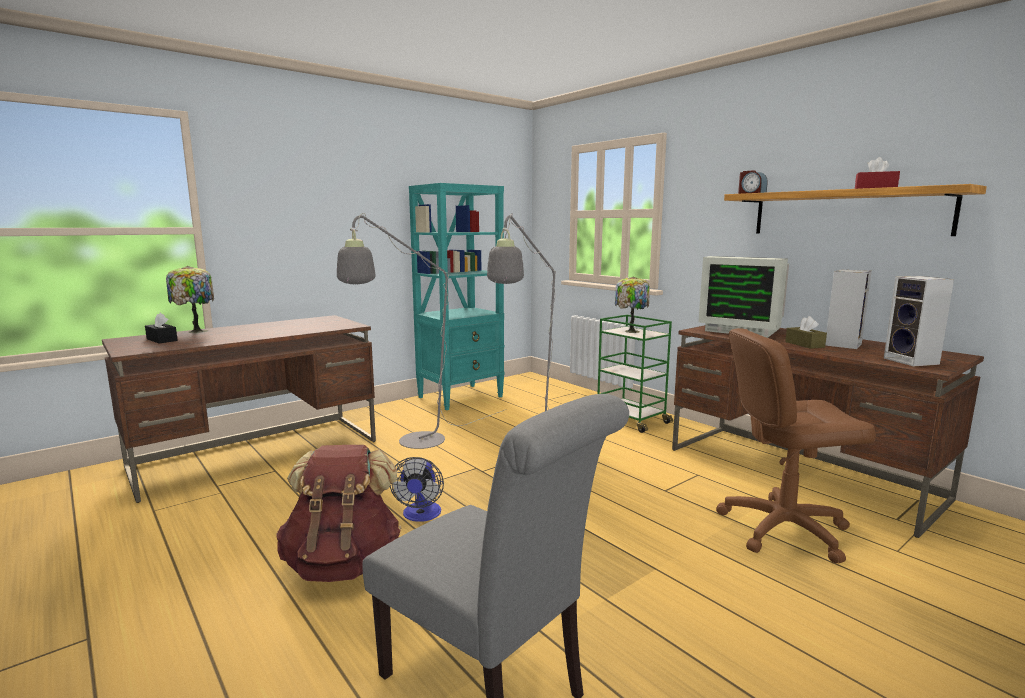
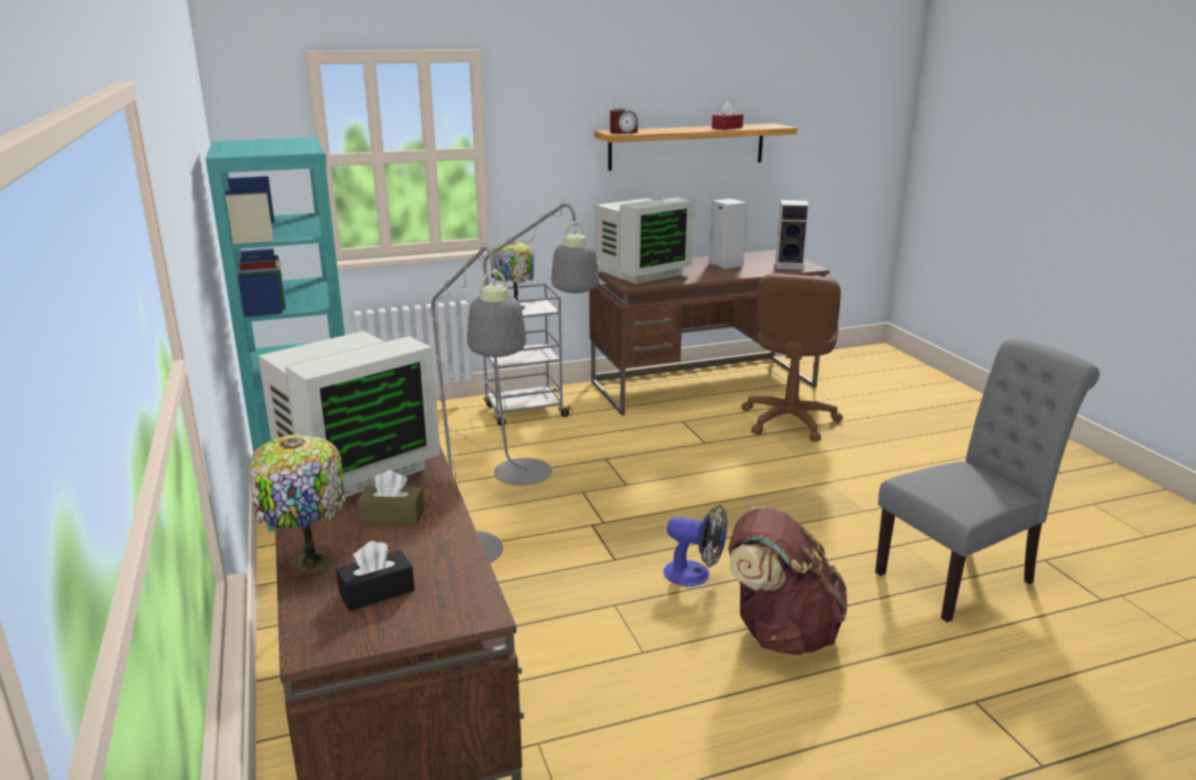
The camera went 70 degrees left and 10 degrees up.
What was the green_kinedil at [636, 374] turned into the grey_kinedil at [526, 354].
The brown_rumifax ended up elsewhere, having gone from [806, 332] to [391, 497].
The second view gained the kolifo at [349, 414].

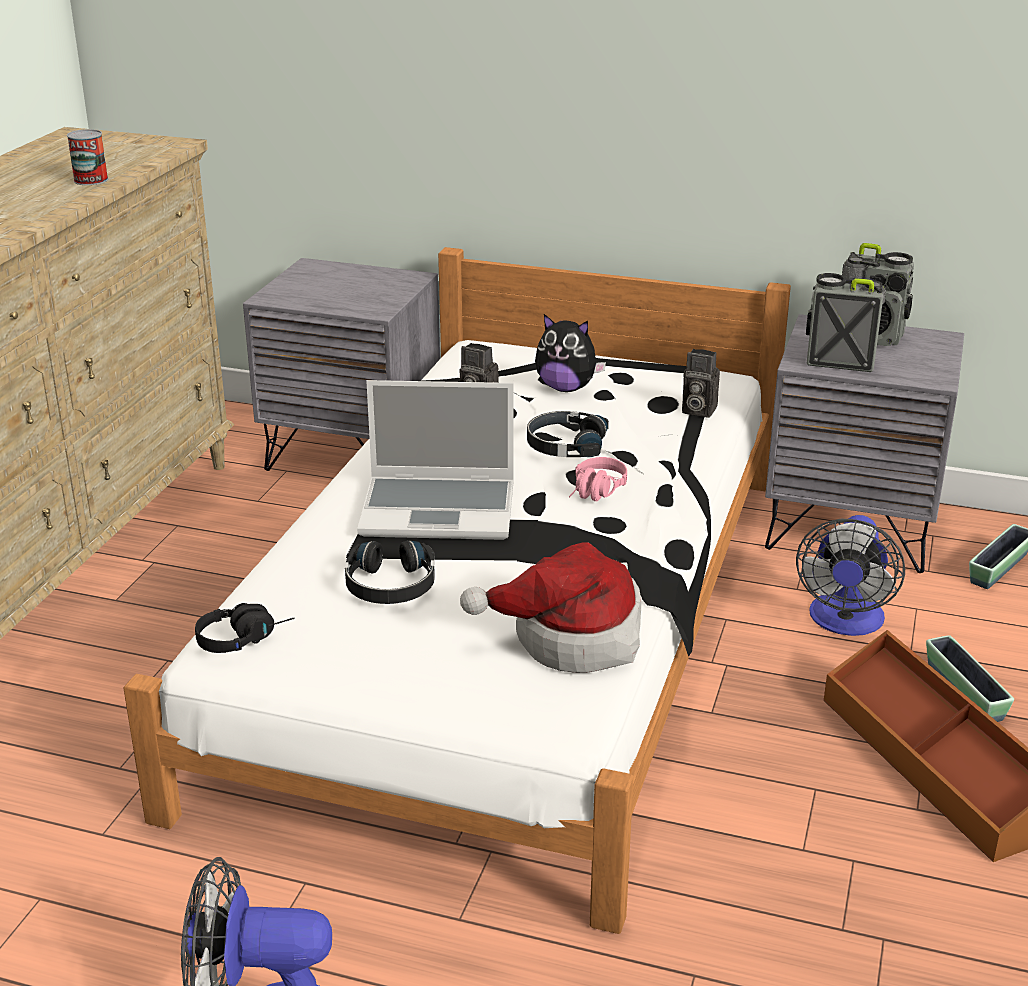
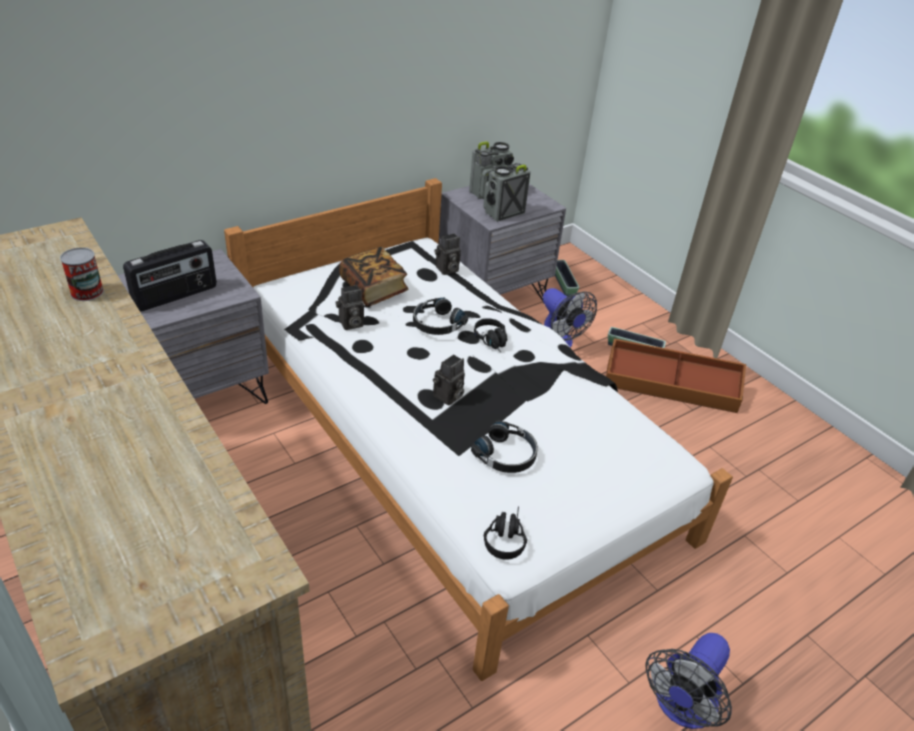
The camera went 55 degrees left and 10 degrees up.
Where the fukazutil stood at [570, 353], the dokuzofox came to stand at [373, 276].
Where the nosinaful stood at [435, 460], the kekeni came to stand at [449, 380].
What was the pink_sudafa at [598, 479] turned into the black_sudafa at [490, 335].
The second view lost the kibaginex at [550, 608].
The second view gained the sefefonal at [170, 275].

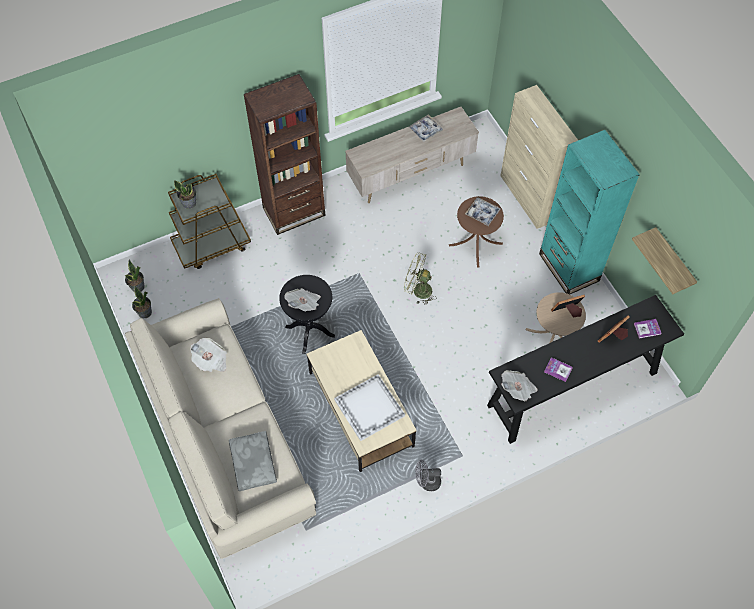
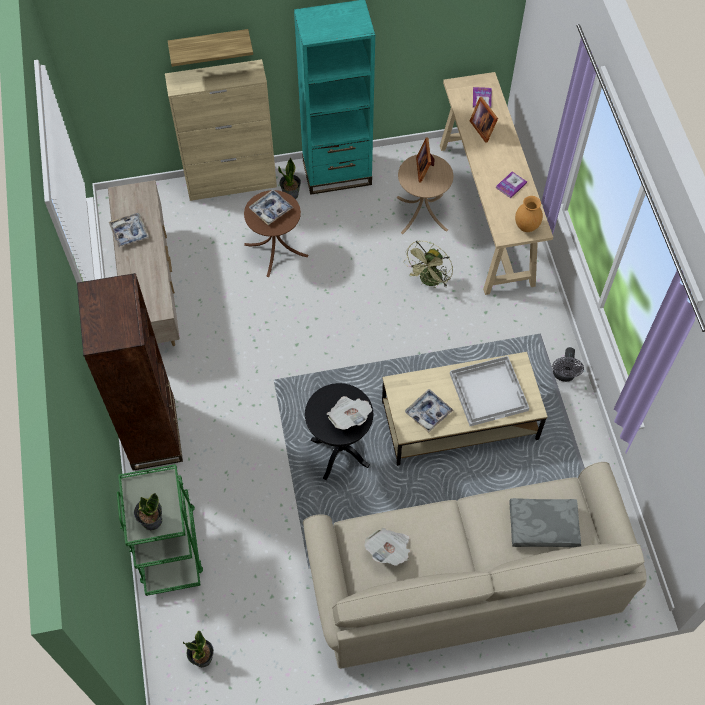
The camera went 75 degrees left and 0 degrees up.
What was the brown_kinedil at [209, 221] turned into the green_kinedil at [160, 530].
The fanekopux ended up elsewhere, having gone from [664, 260] to [210, 48].
The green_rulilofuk ended up elsewhere, having gone from [419, 278] to [428, 264].
The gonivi ended up elsewhere, having gone from [142, 301] to [289, 178].
What was the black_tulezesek at [585, 369] turned into the beige_tulezesek at [496, 183].
Where the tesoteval stood at [519, 386], the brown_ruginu came to stand at [529, 214].
The second view gained the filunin at [429, 411].

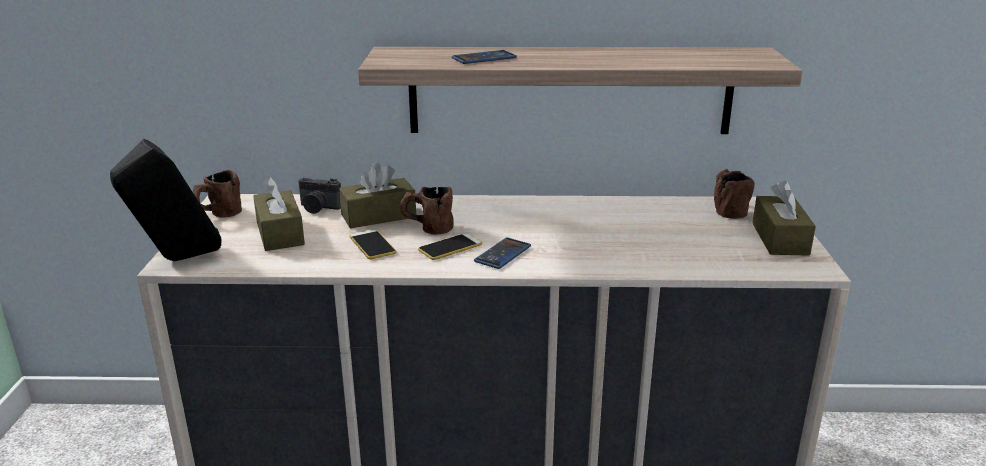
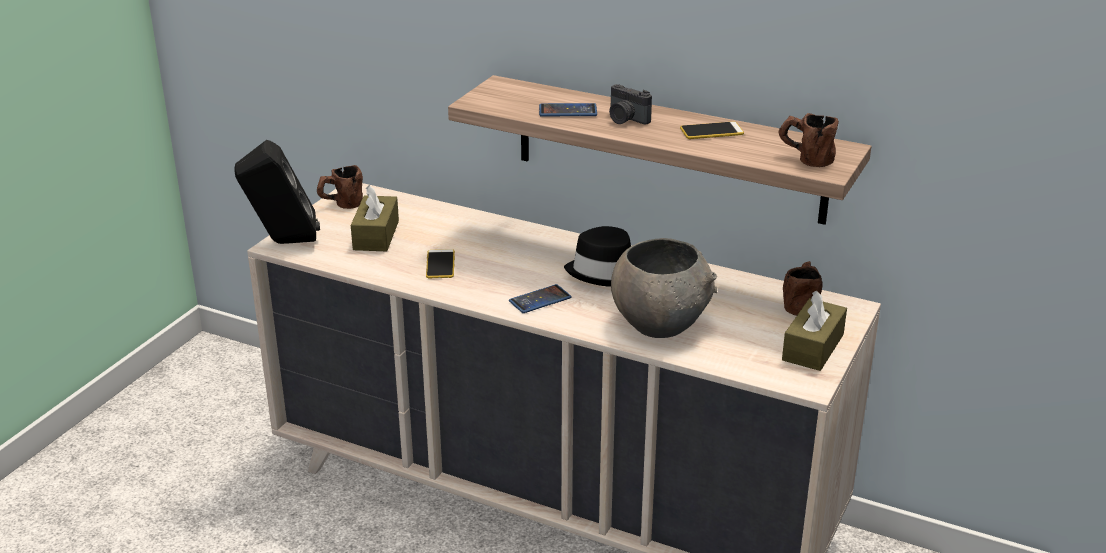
The camera went 25 degrees right and 5 degrees up.
The second view lost the brown_rumifax at [377, 195].
The kekeni ended up elsewhere, having gone from [319, 196] to [630, 104].
The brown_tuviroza ended up elsewhere, having gone from [426, 211] to [809, 140].
The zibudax ended up elsewhere, having gone from [450, 246] to [712, 130].
The second view gained the black_kibaginex at [597, 256].
The second view gained the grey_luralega at [664, 288].

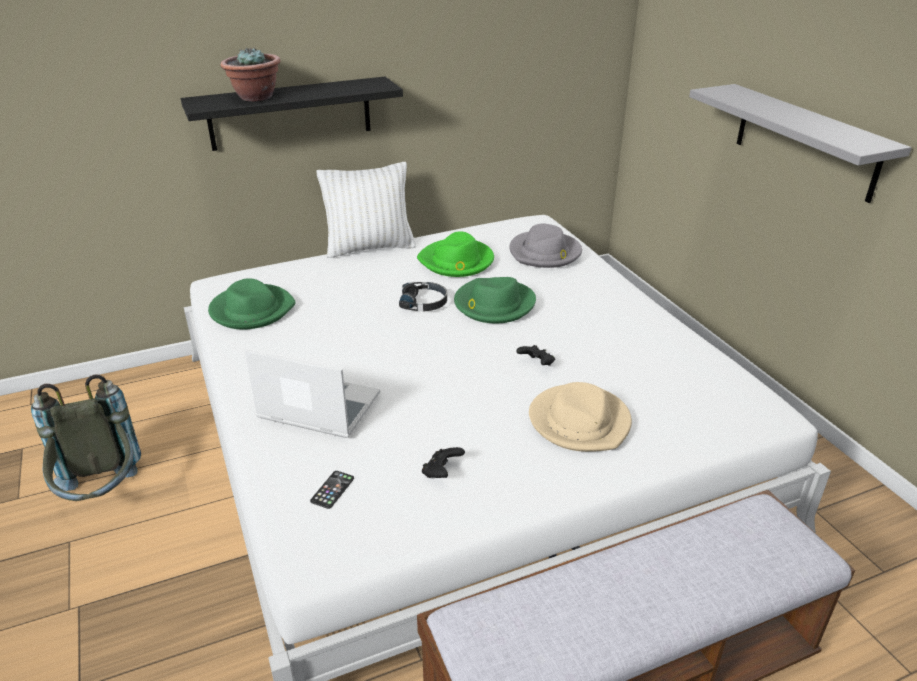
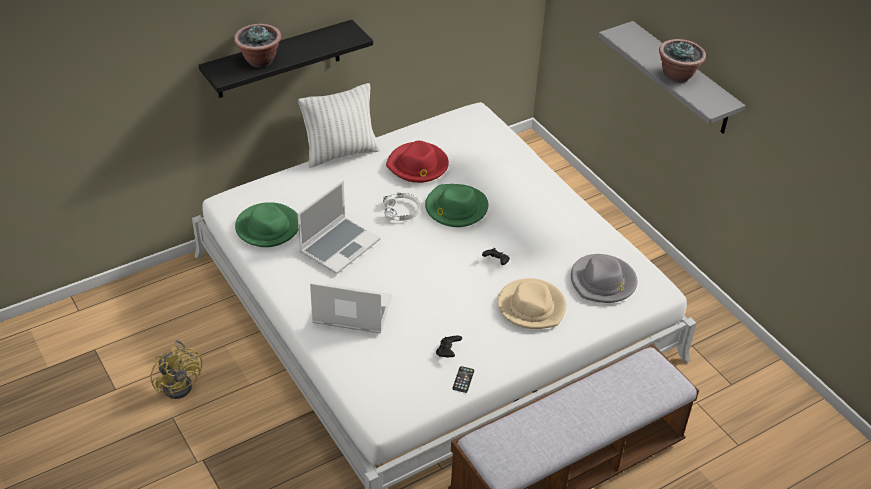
The camera went 10 degrees left and 10 degrees up.
The grey_kibaginex ended up elsewhere, having gone from [545, 245] to [604, 278].
What was the green_kibaginex at [455, 254] turned into the red_kibaginex at [417, 162].
What was the black_sudafa at [423, 296] turned into the white_sudafa at [401, 207].
Where the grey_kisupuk stood at [86, 437], the yellow_rulilofuk came to stand at [176, 369].
The zibudax ended up elsewhere, having gone from [332, 490] to [463, 379].
The second view gained the gonivi at [682, 61].
The second view gained the nosinaful at [338, 227].

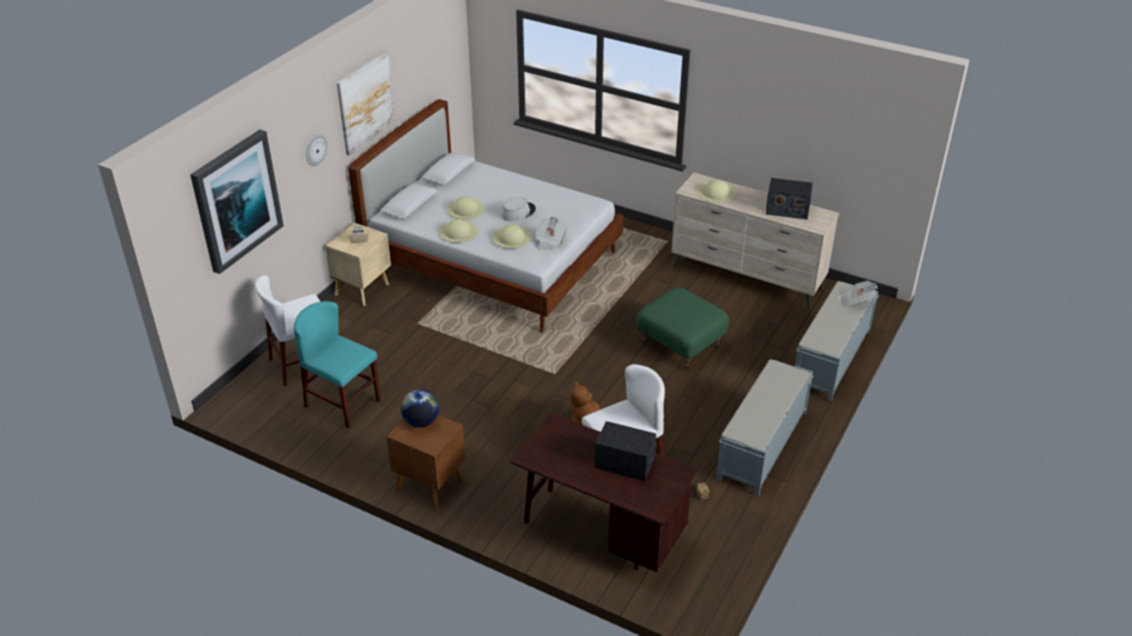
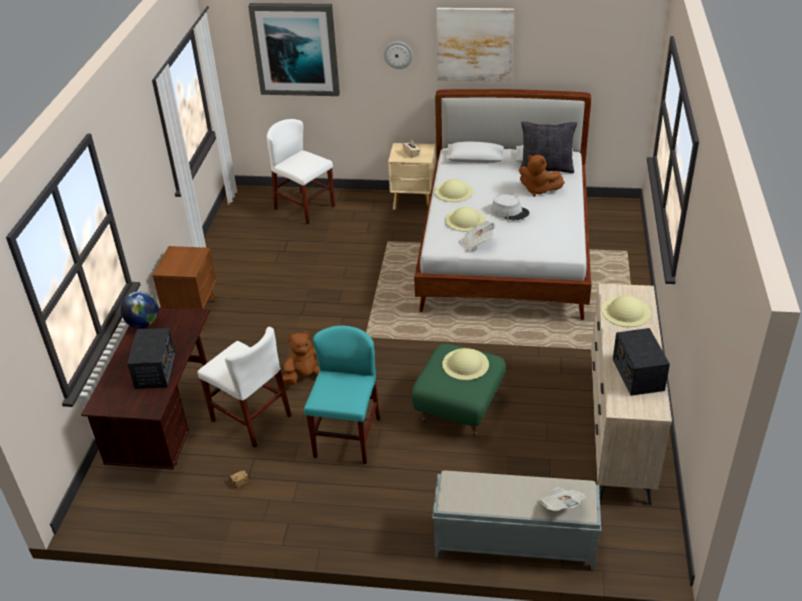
The camera went 70 degrees right and 0 degrees up.
The beige_kibaginex ended up elsewhere, having gone from [466, 207] to [465, 364].
The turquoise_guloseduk ended up elsewhere, having gone from [337, 365] to [342, 394].
The second view lost the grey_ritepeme at [765, 427].
The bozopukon ended up elsewhere, having gone from [420, 408] to [140, 309].
The second view gained the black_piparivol at [548, 147].
The second view gained the brown_fukazutil at [542, 176].

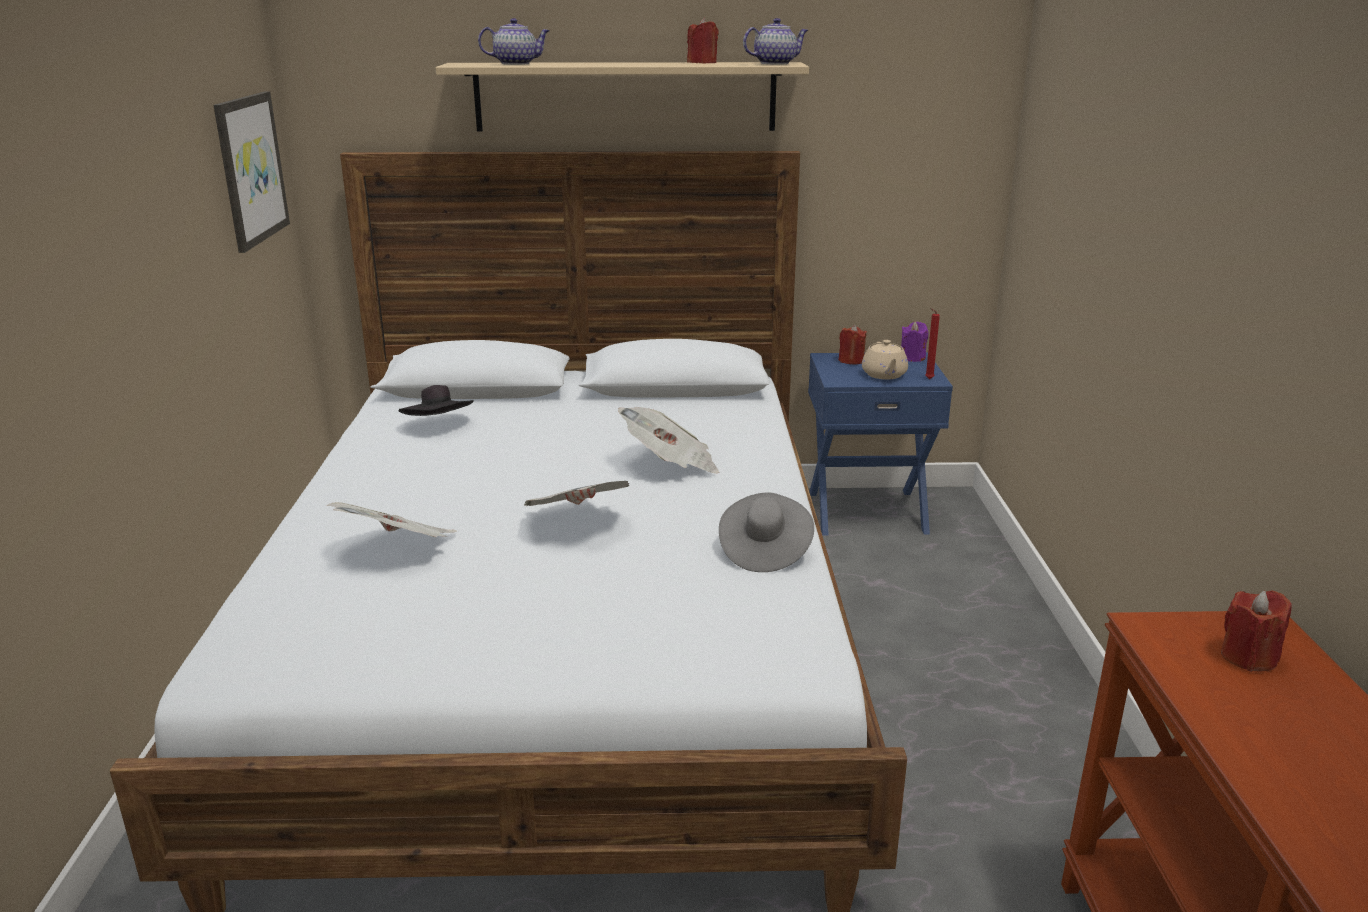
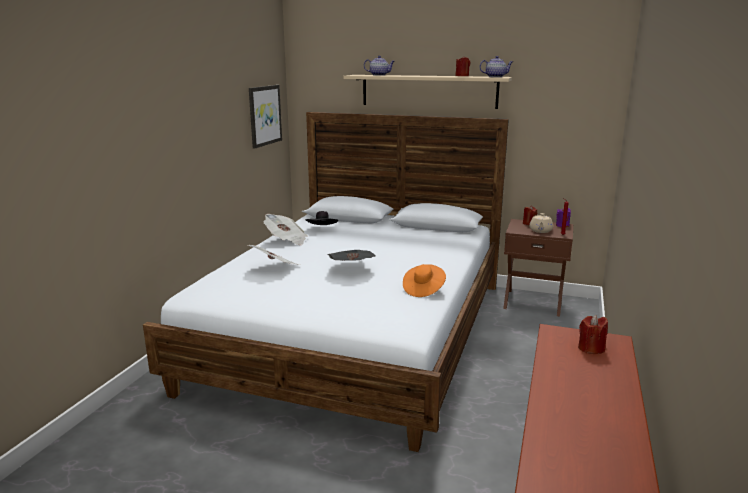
The camera went 20 degrees right and 5 degrees down.
What was the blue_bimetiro at [880, 444] turned into the brown_bimetiro at [538, 267].
The tesoteval ended up elsewhere, having gone from [669, 440] to [286, 229].
What was the grey_kibaginex at [766, 532] turned into the orange_kibaginex at [424, 280].

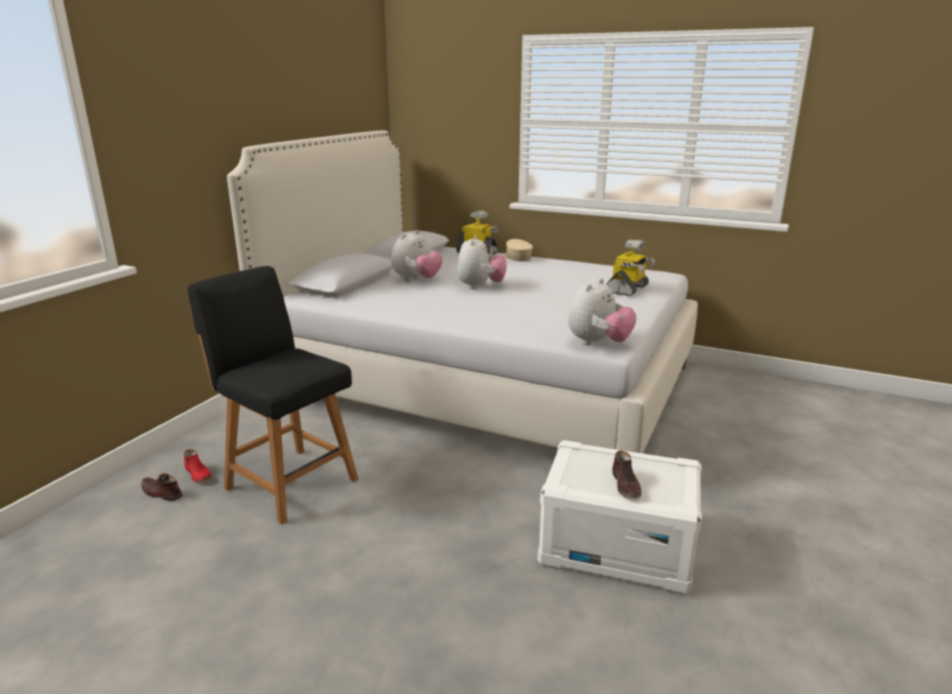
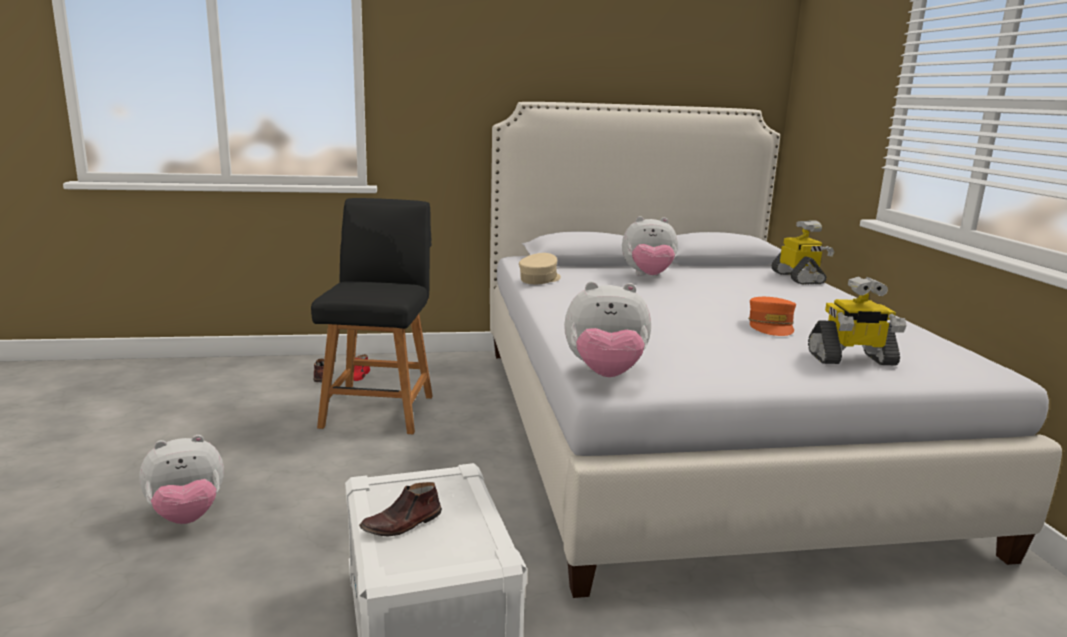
The camera went 55 degrees right and 5 degrees down.
The fukazutil ended up elsewhere, having gone from [482, 262] to [181, 479].
The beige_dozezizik ended up elsewhere, having gone from [518, 250] to [540, 268].
The second view gained the orange_dozezizik at [772, 316].

